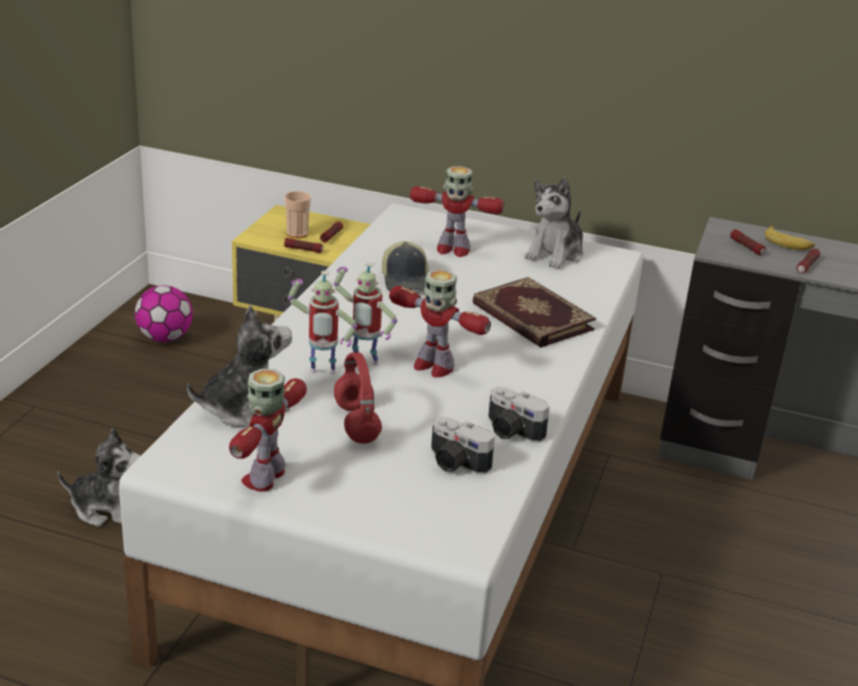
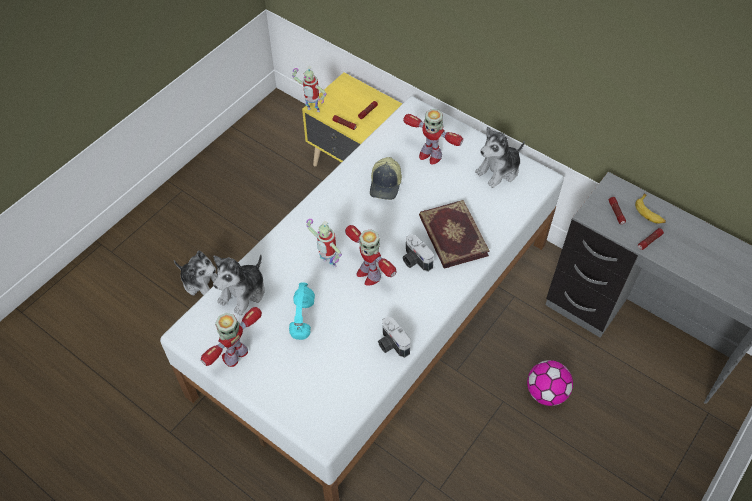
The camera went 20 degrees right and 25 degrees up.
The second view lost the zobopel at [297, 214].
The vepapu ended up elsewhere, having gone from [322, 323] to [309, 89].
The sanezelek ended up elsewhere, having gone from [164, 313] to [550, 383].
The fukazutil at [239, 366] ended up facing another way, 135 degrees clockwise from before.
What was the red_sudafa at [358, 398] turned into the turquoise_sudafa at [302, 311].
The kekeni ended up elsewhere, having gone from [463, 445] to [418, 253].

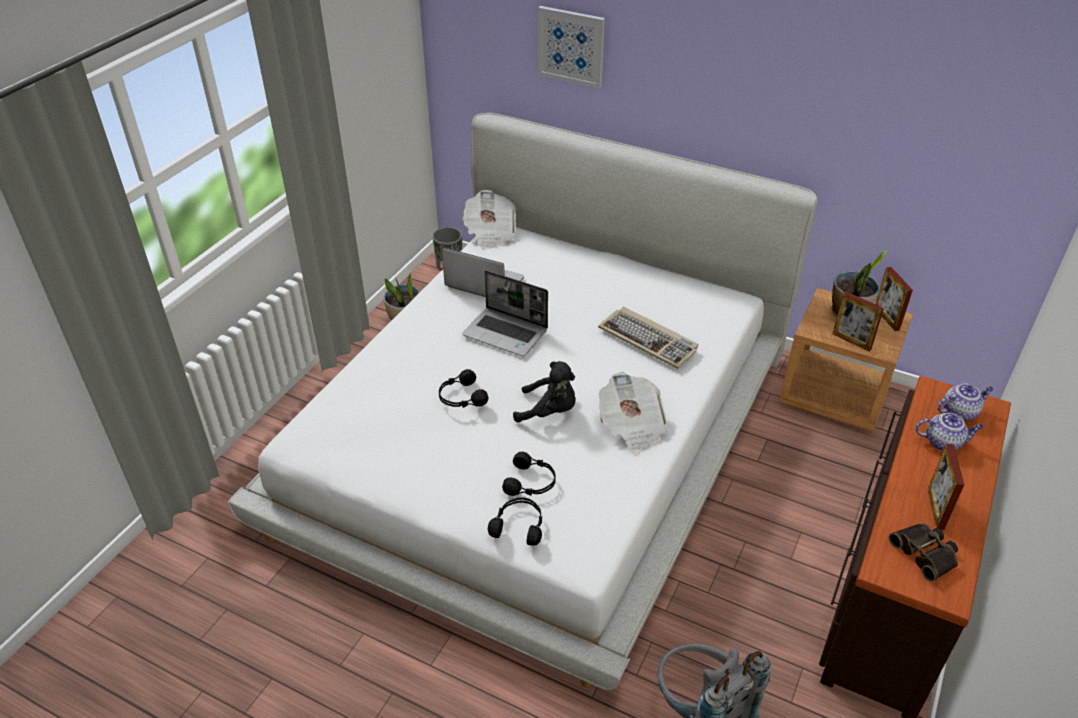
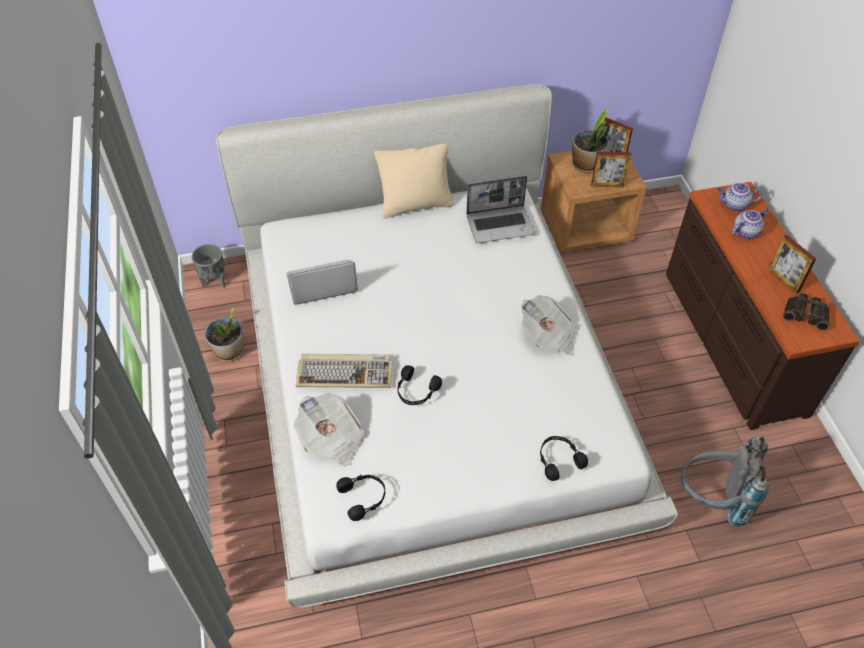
The camera went 40 degrees left and 10 degrees up.
The second view lost the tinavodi at [571, 47].
The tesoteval ended up elsewhere, having gone from [489, 220] to [329, 429].
The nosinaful ended up elsewhere, having gone from [505, 313] to [500, 209].
The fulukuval ended up elsewhere, having gone from [648, 338] to [344, 371].
The second view lost the black_fukazutil at [544, 392].
The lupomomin at [965, 402] ended up facing another way, 120 degrees counterclockwise from before.
The black_sudafa ended up elsewhere, having gone from [529, 474] to [360, 498].
The second view gained the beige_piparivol at [414, 181].

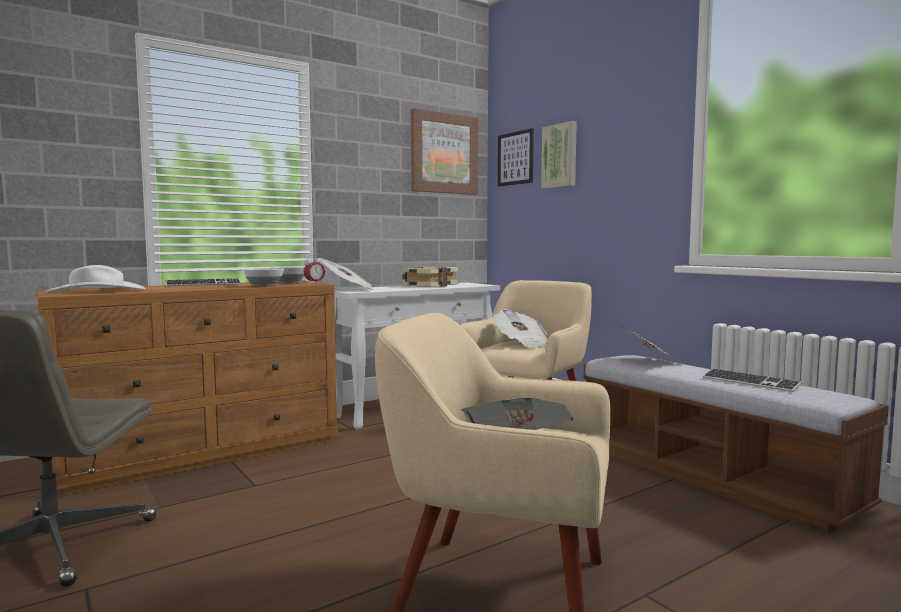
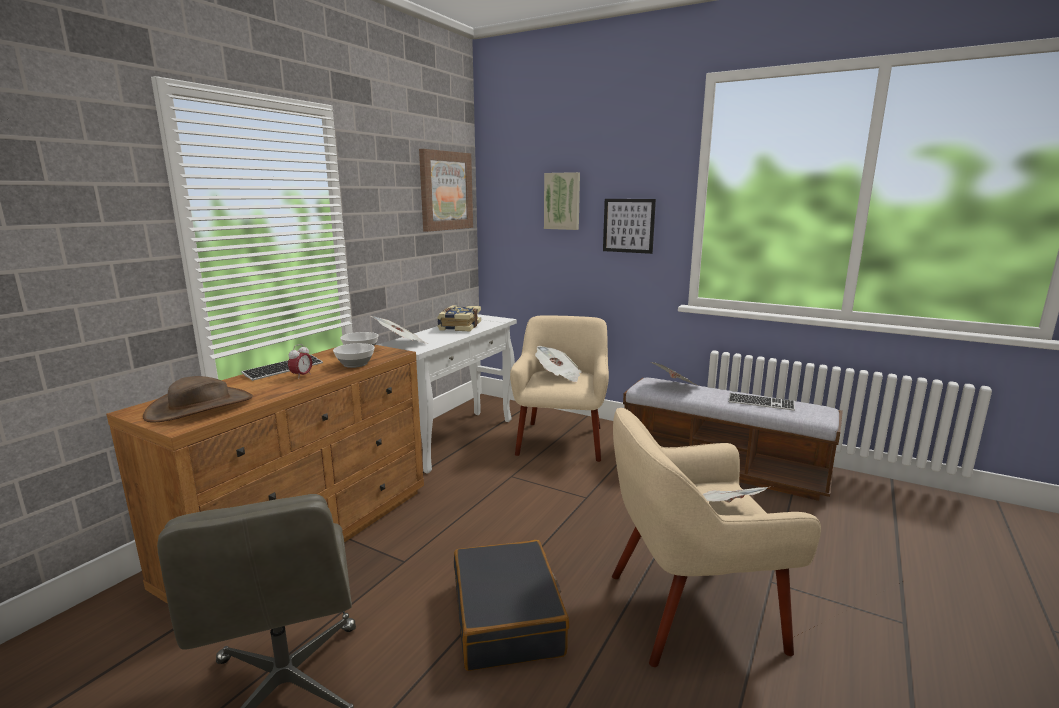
The camera went 25 degrees left and 10 degrees up.
The tinavodi ended up elsewhere, having gone from [516, 157] to [629, 226].
The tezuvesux ended up elsewhere, having gone from [314, 269] to [300, 361].
What was the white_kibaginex at [95, 278] turned into the brown_kibaginex at [198, 399].
The second view gained the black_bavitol at [511, 605].

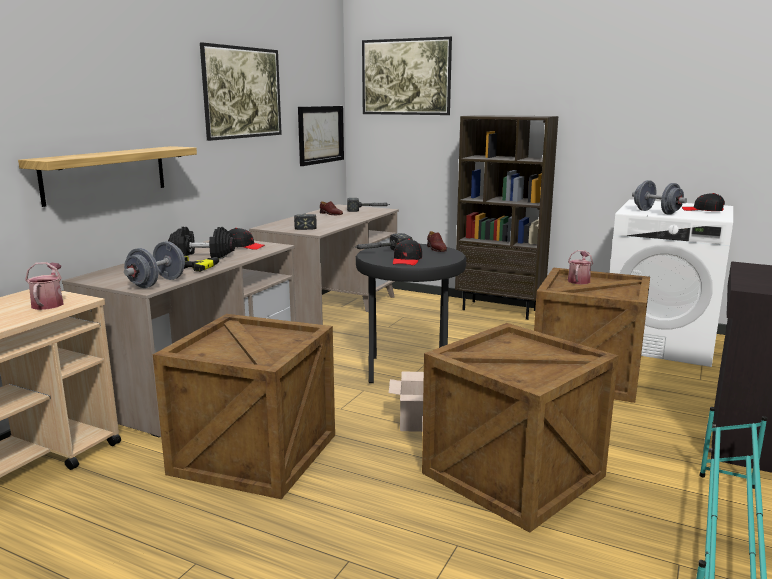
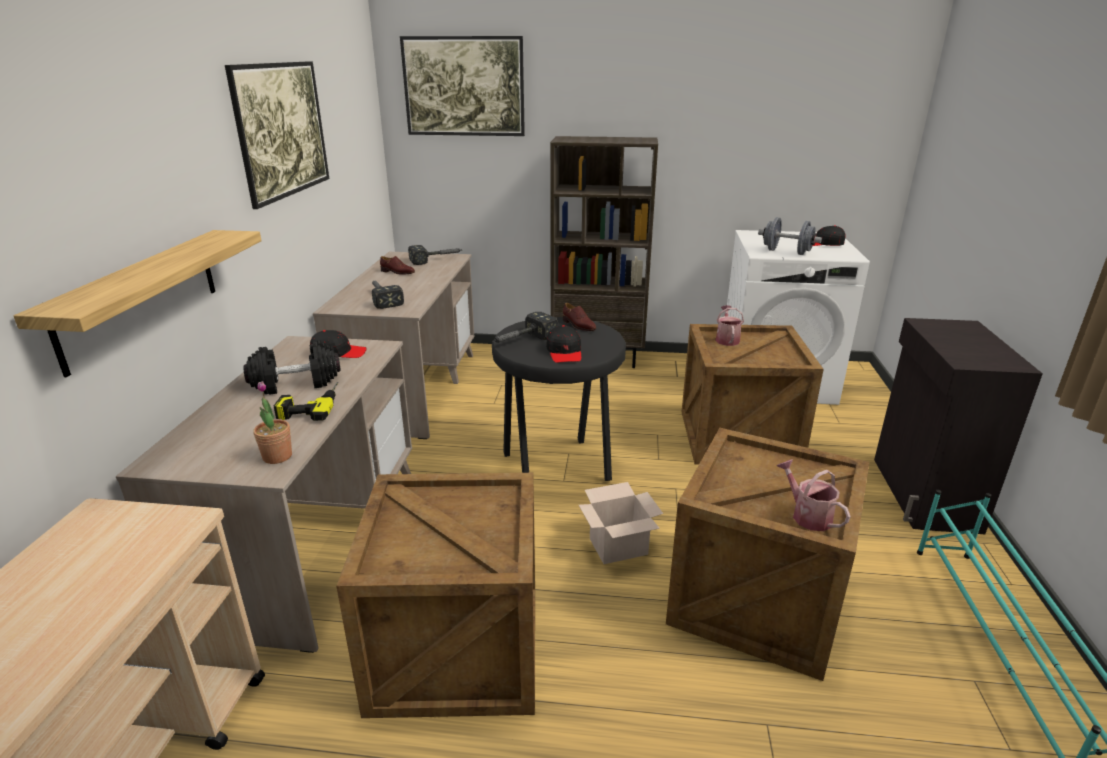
The camera went 20 degrees left and 10 degrees up.
The second view lost the tinavodi at [321, 136].
Where the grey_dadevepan stood at [154, 264], the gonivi came to stand at [272, 422].
The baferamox ended up elsewhere, having gone from [44, 286] to [813, 495].

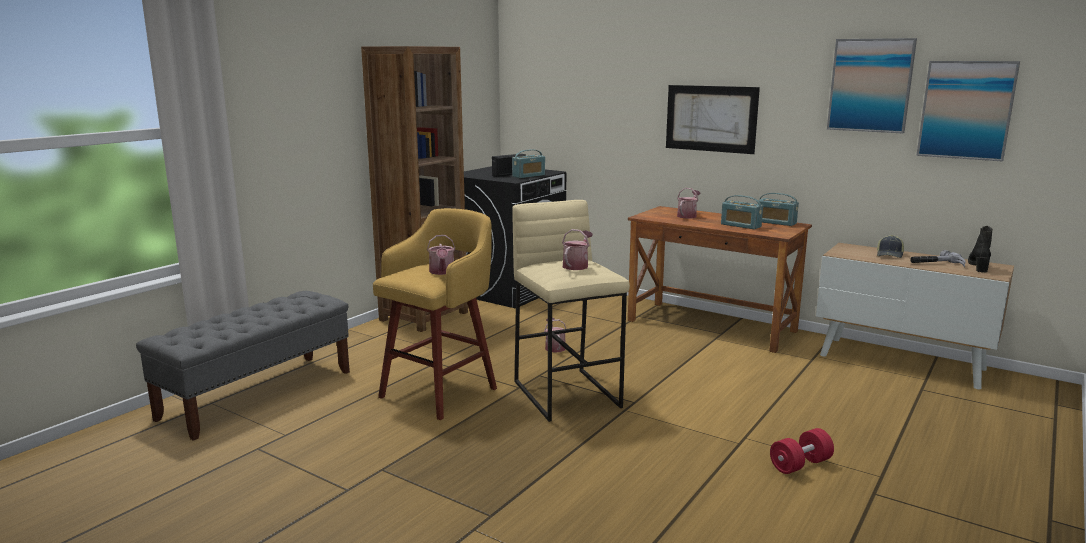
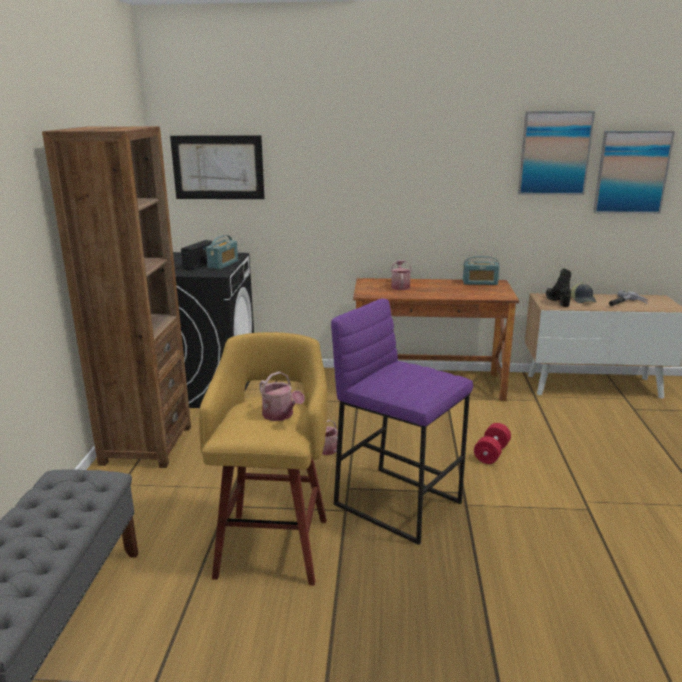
The camera went 30 degrees left and 5 degrees up.
The tinavodi ended up elsewhere, having gone from [713, 119] to [217, 167].
The second view lost the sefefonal at [742, 212].
What was the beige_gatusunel at [571, 311] turned into the purple_gatusunel at [402, 421].
The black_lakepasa ended up elsewhere, having gone from [980, 249] to [558, 287].
The second view lost the baferamox at [577, 249].
The red_dadevepan ended up elsewhere, having gone from [802, 451] to [492, 443].

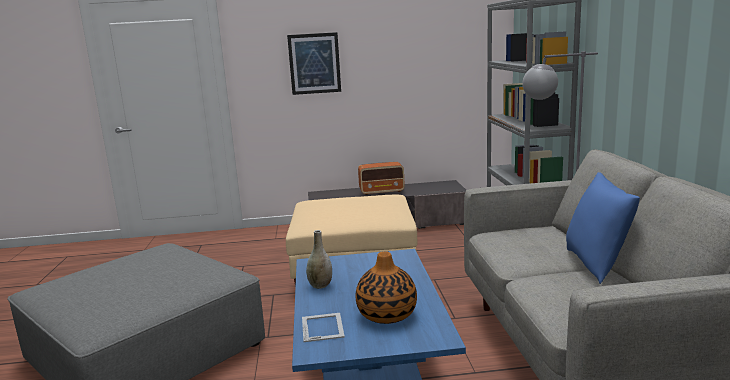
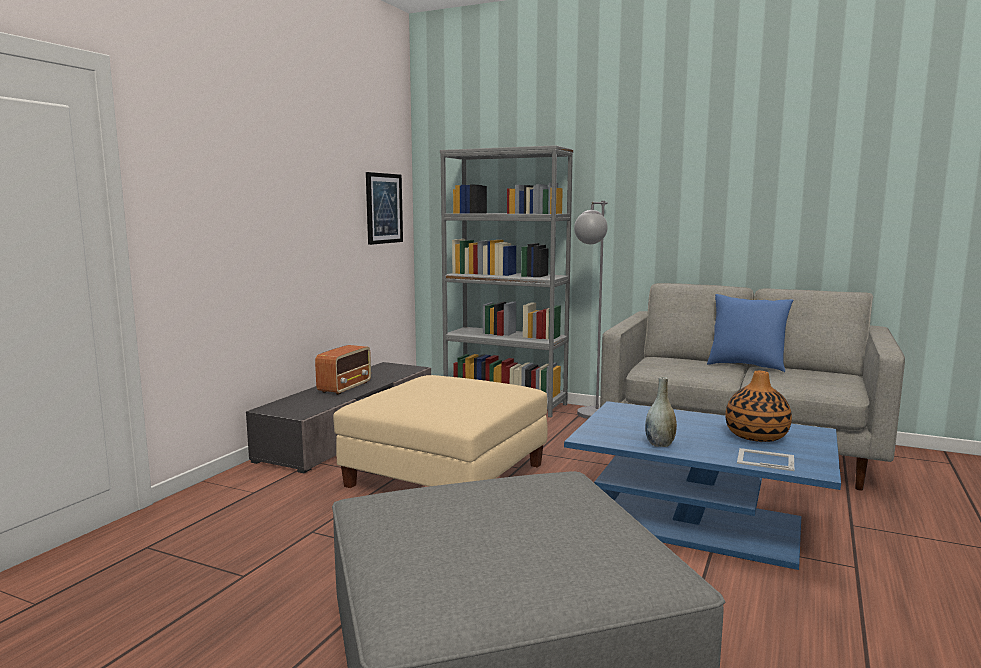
The camera went 60 degrees left and 5 degrees down.
The tinavodi ended up elsewhere, having gone from [314, 63] to [384, 208].

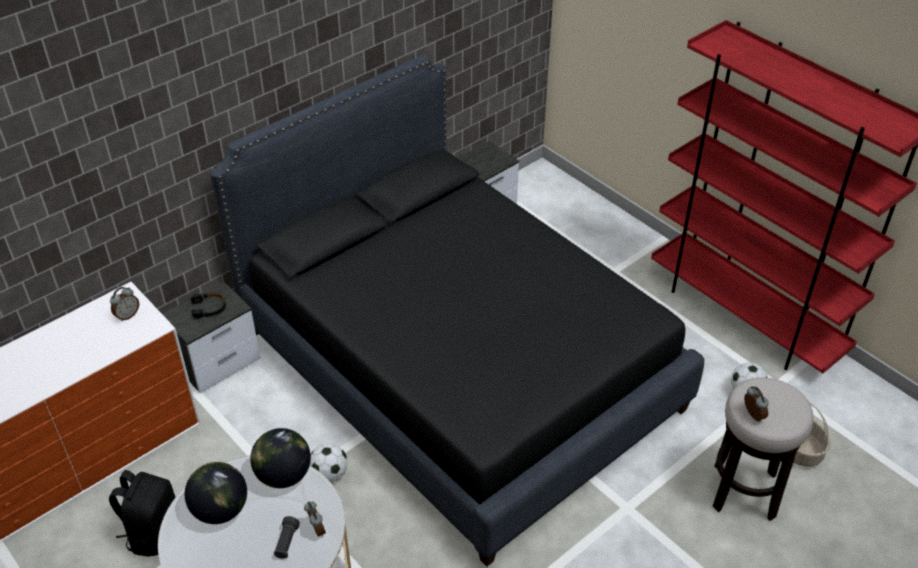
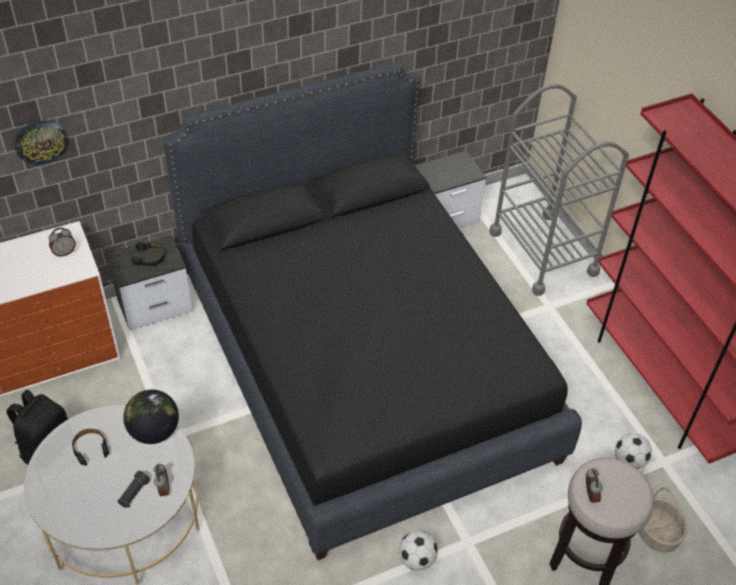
The camera went 15 degrees right and 5 degrees up.
The sanezelek ended up elsewhere, having gone from [329, 462] to [418, 551].
Where the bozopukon stood at [216, 493], the black_sudafa came to stand at [90, 447].
The second view gained the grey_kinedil at [559, 190].
The second view gained the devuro at [41, 142].

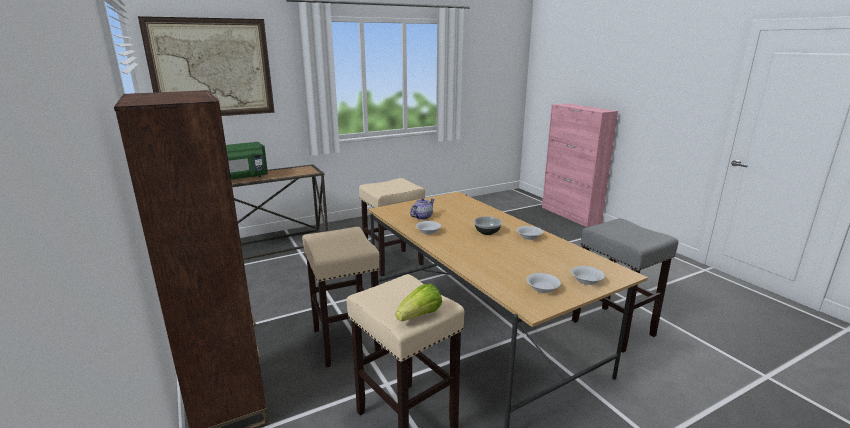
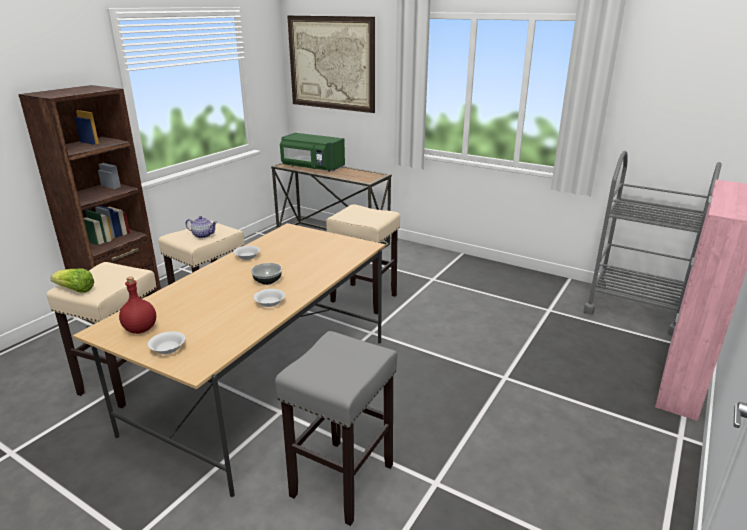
The camera went 60 degrees right and 5 degrees up.
The lupomomin ended up elsewhere, having gone from [422, 209] to [201, 227].
Where the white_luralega stood at [544, 283], the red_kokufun came to stand at [137, 305].
The second view gained the grey_kinedil at [652, 243].

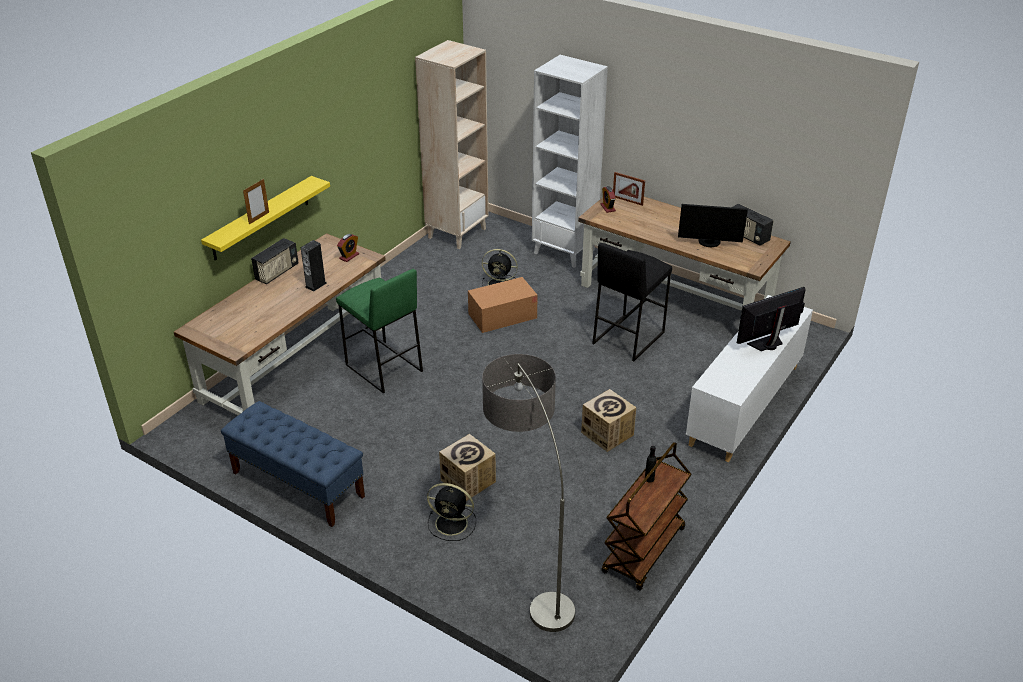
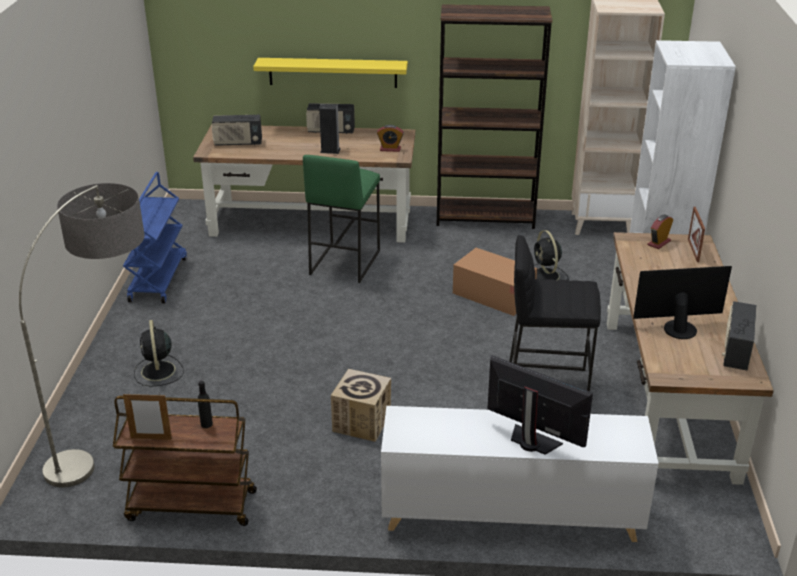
The camera went 60 degrees right and 5 degrees down.
The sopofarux ended up elsewhere, having gone from [256, 202] to [147, 417].
The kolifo at [713, 225] ended up facing another way, 105 degrees clockwise from before.
Where the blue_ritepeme stood at [293, 464], the blue_kinedil came to stand at [155, 238].
The second view lost the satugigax at [467, 467].
The second view gained the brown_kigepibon at [494, 116].
The second view gained the sefefonal at [237, 130].

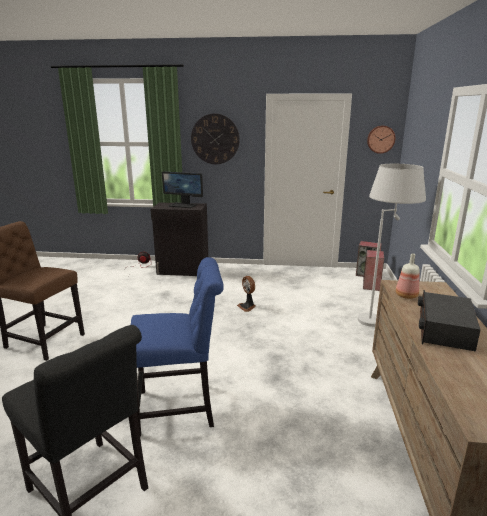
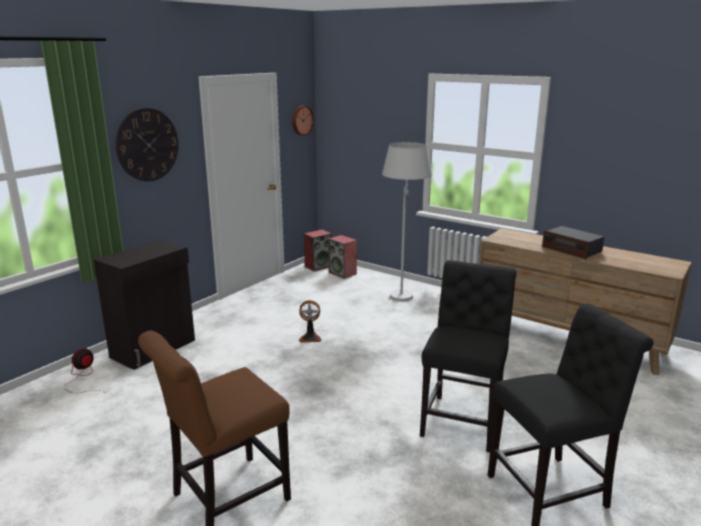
The camera went 60 degrees left and 0 degrees up.
The second view lost the kolifo at [182, 189].
The second view lost the kokufun at [407, 276].
What was the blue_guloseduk at [177, 346] turned into the black_guloseduk at [468, 356].

